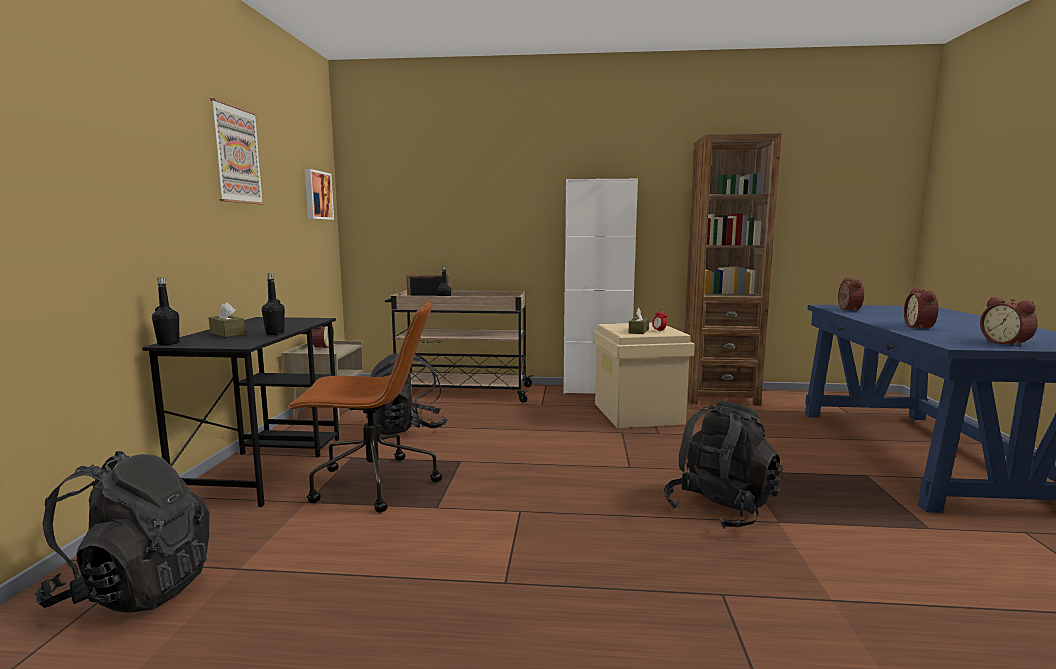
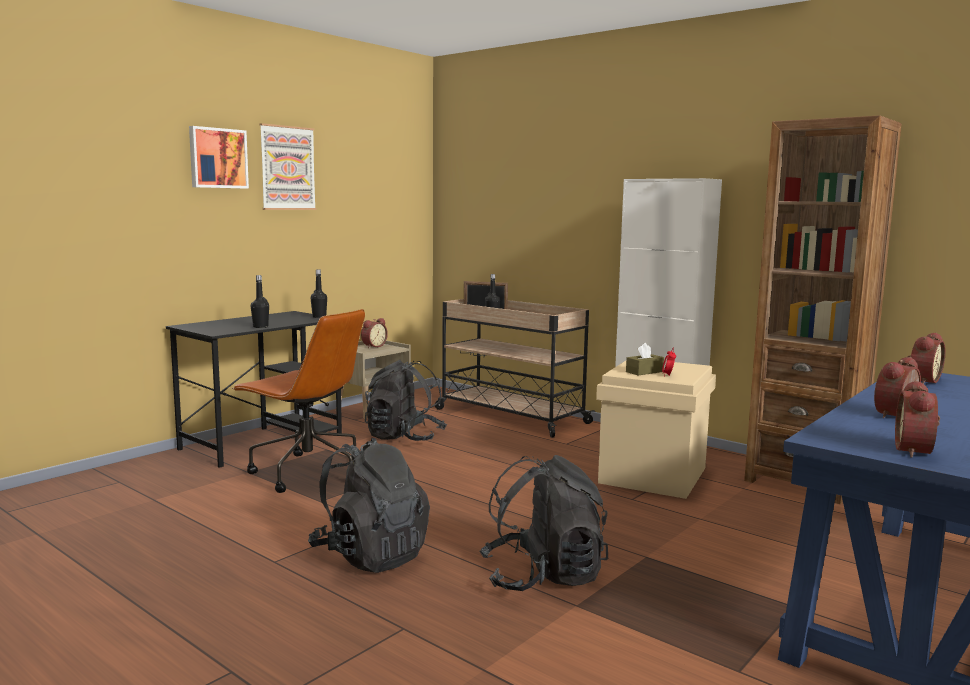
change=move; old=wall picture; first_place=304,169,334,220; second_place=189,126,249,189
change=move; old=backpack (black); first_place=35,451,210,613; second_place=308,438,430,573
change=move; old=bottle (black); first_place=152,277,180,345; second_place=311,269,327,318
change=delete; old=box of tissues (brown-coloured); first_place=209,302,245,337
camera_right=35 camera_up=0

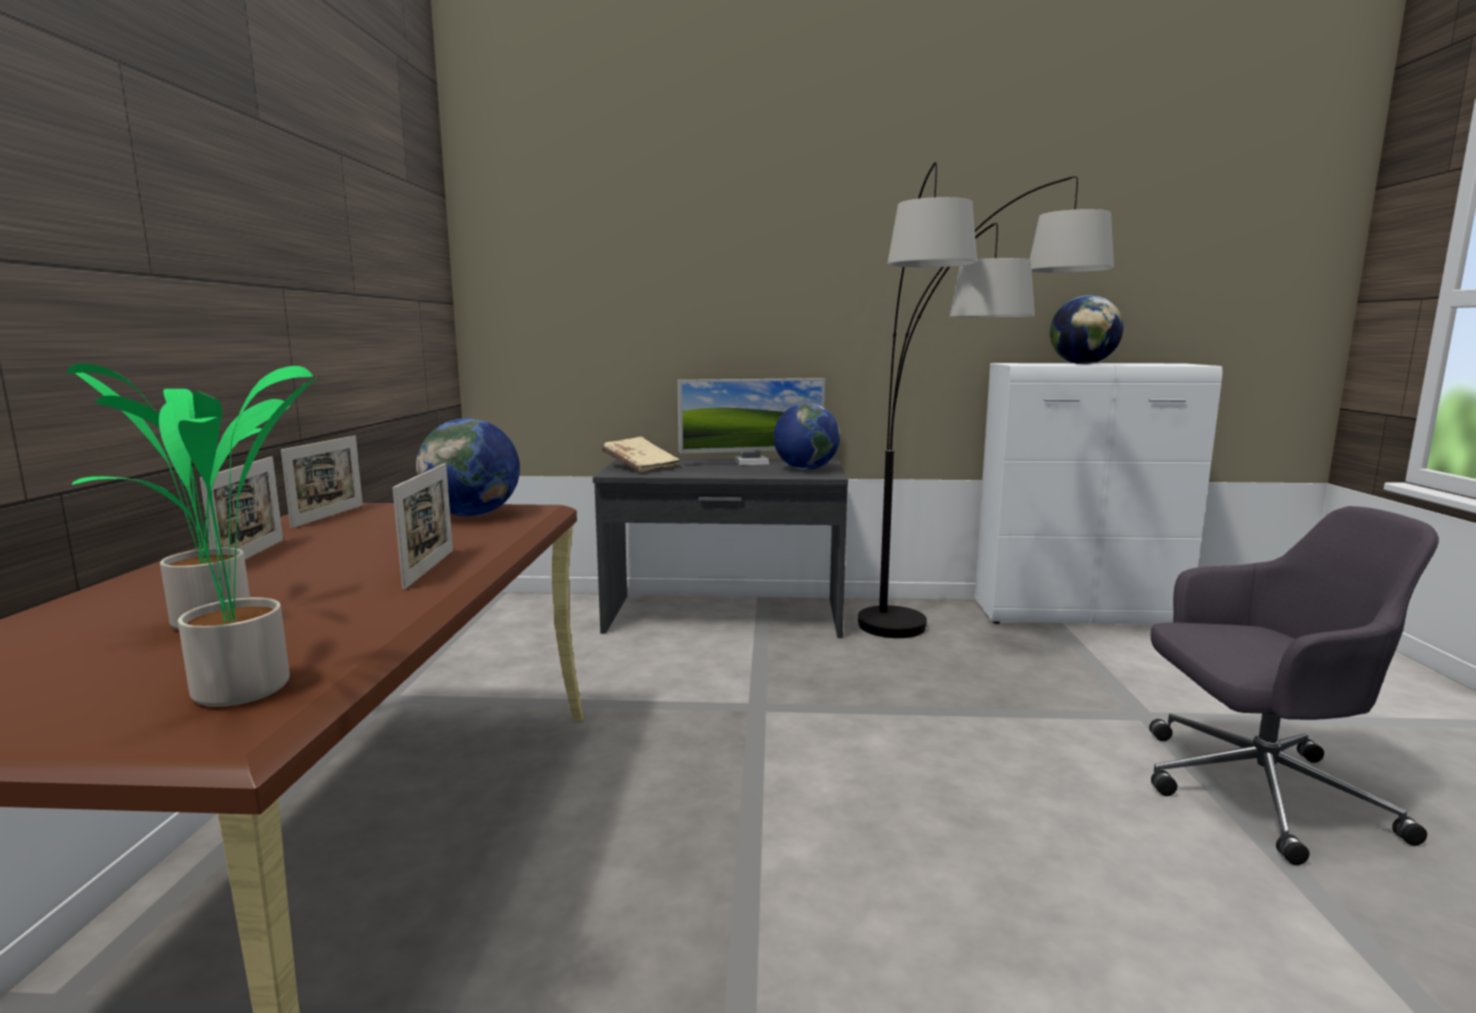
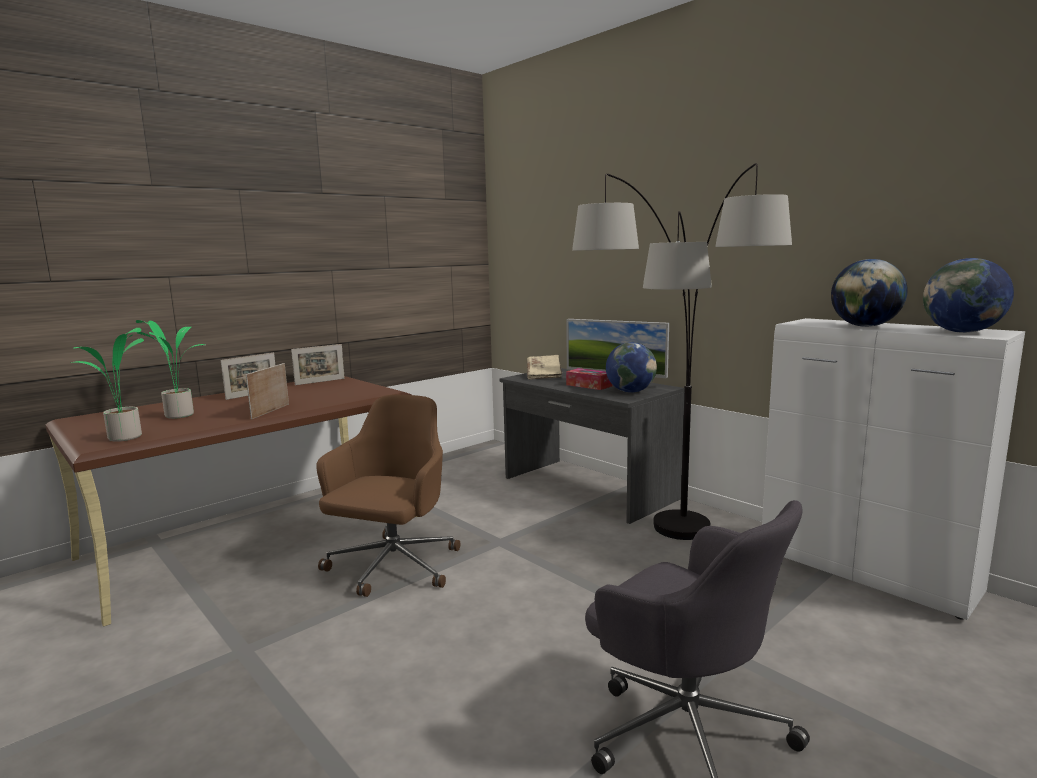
change=rotate; old=photo frame; first_place=393,463,453,590; second_place=246,363,289,419; degrees=150
change=insert; new=computer chair (brown-coloured); second_place=316,395,460,597
change=insert; new=box of tissues; second_place=566,368,613,390
change=move; old=world globe; first_place=416,418,520,517; second_place=923,258,1014,333
camera_right=45 camera_up=0

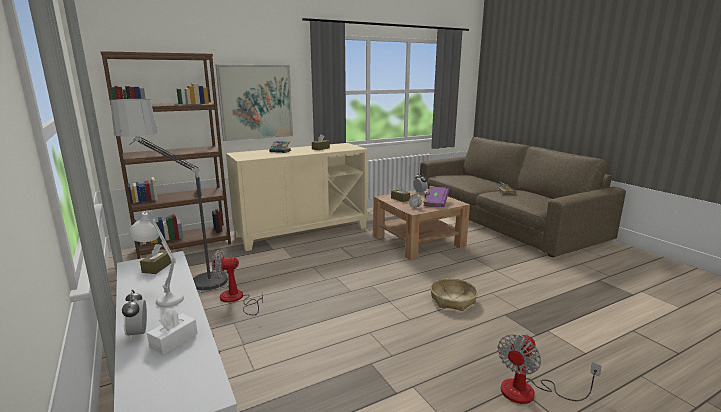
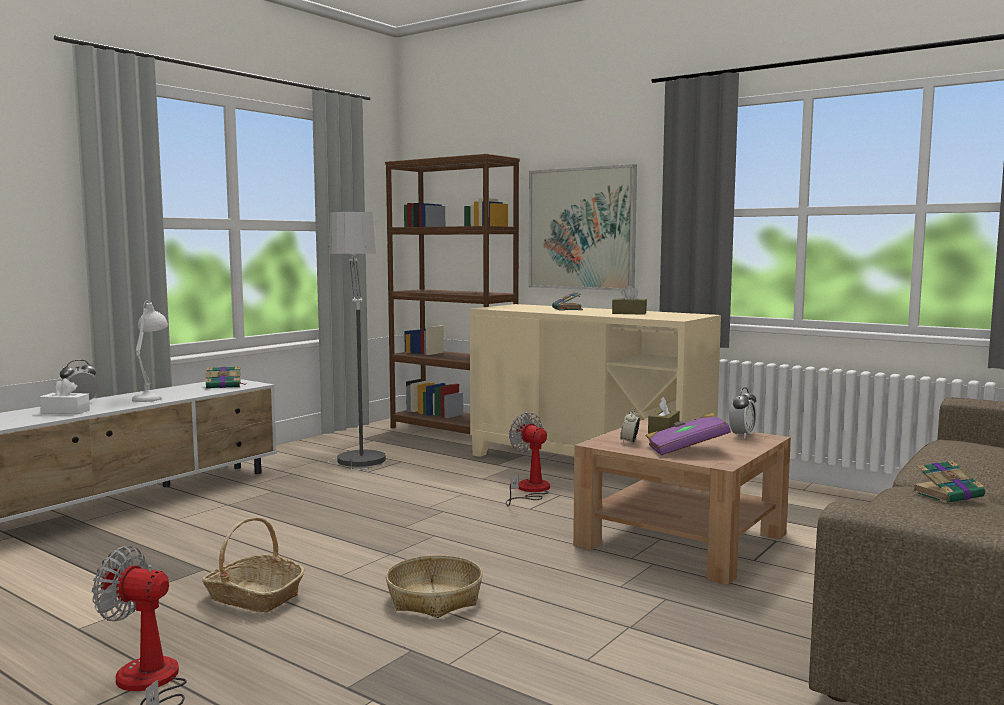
change=insert; new=household basket; second_place=202,517,305,613
change=replace; old=box of tissues (brown-coloured); new=book; first_place=140,244,172,274; second_place=205,366,247,389
change=move; old=fan; first_place=212,250,263,315; second_place=506,412,550,507
camera_right=65 camera_up=-10

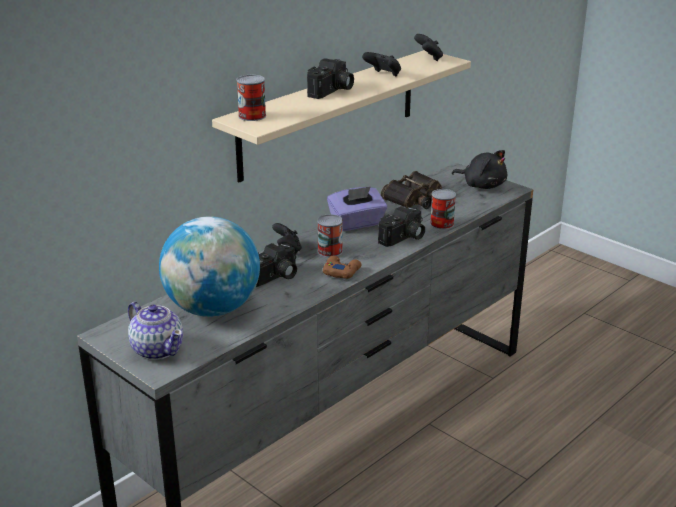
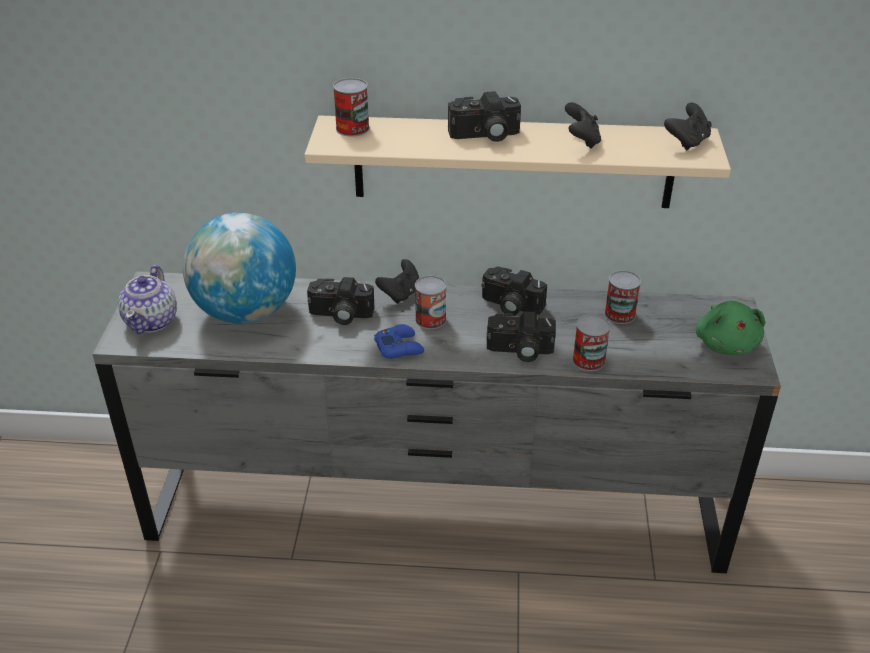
change=recolor; old=joypad (brown-coloured); new=joypad (blue-coloured); first_place=323,255,361,279; second_place=374,324,424,359
change=replace; old=box of tissues (purple); new=still camera; first_place=327,187,388,231; second_place=482,267,547,316
change=replace; old=binoculars; new=metal can; first_place=381,171,442,209; second_place=604,270,641,324
change=recolor; old=soft toy (black); new=soft toy (green-coloured); first_place=452,150,507,189; second_place=696,301,765,355
camera_right=50 camera_up=10

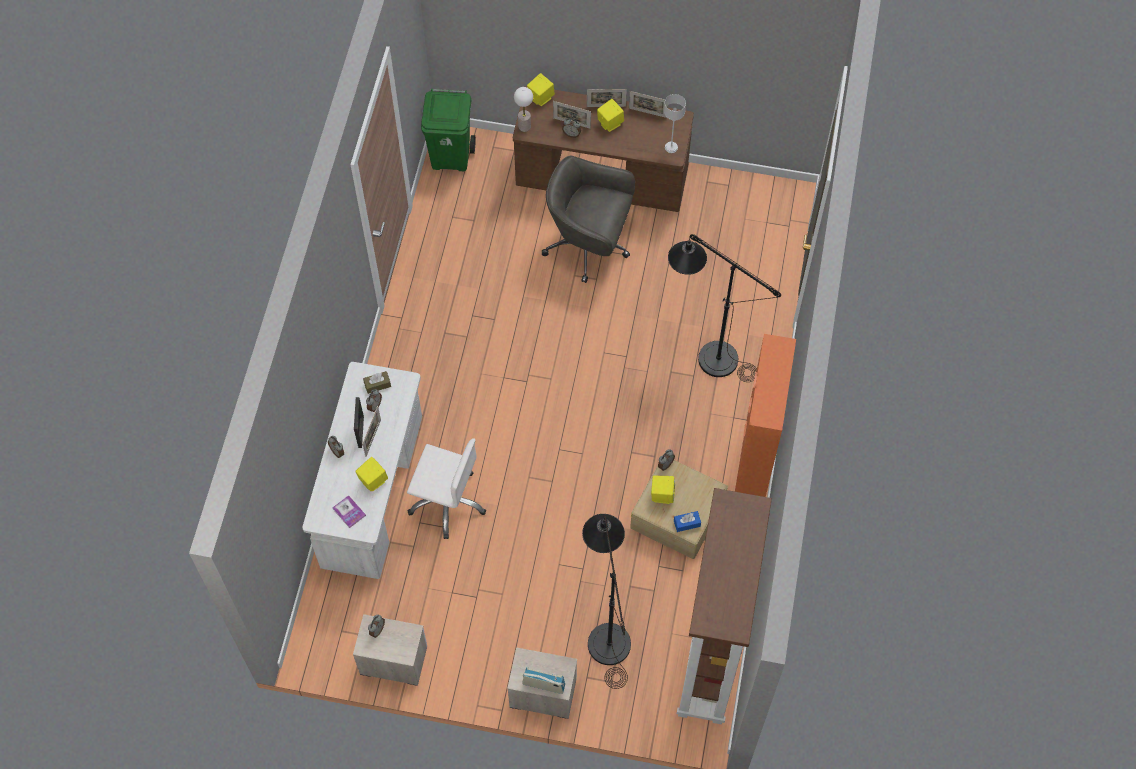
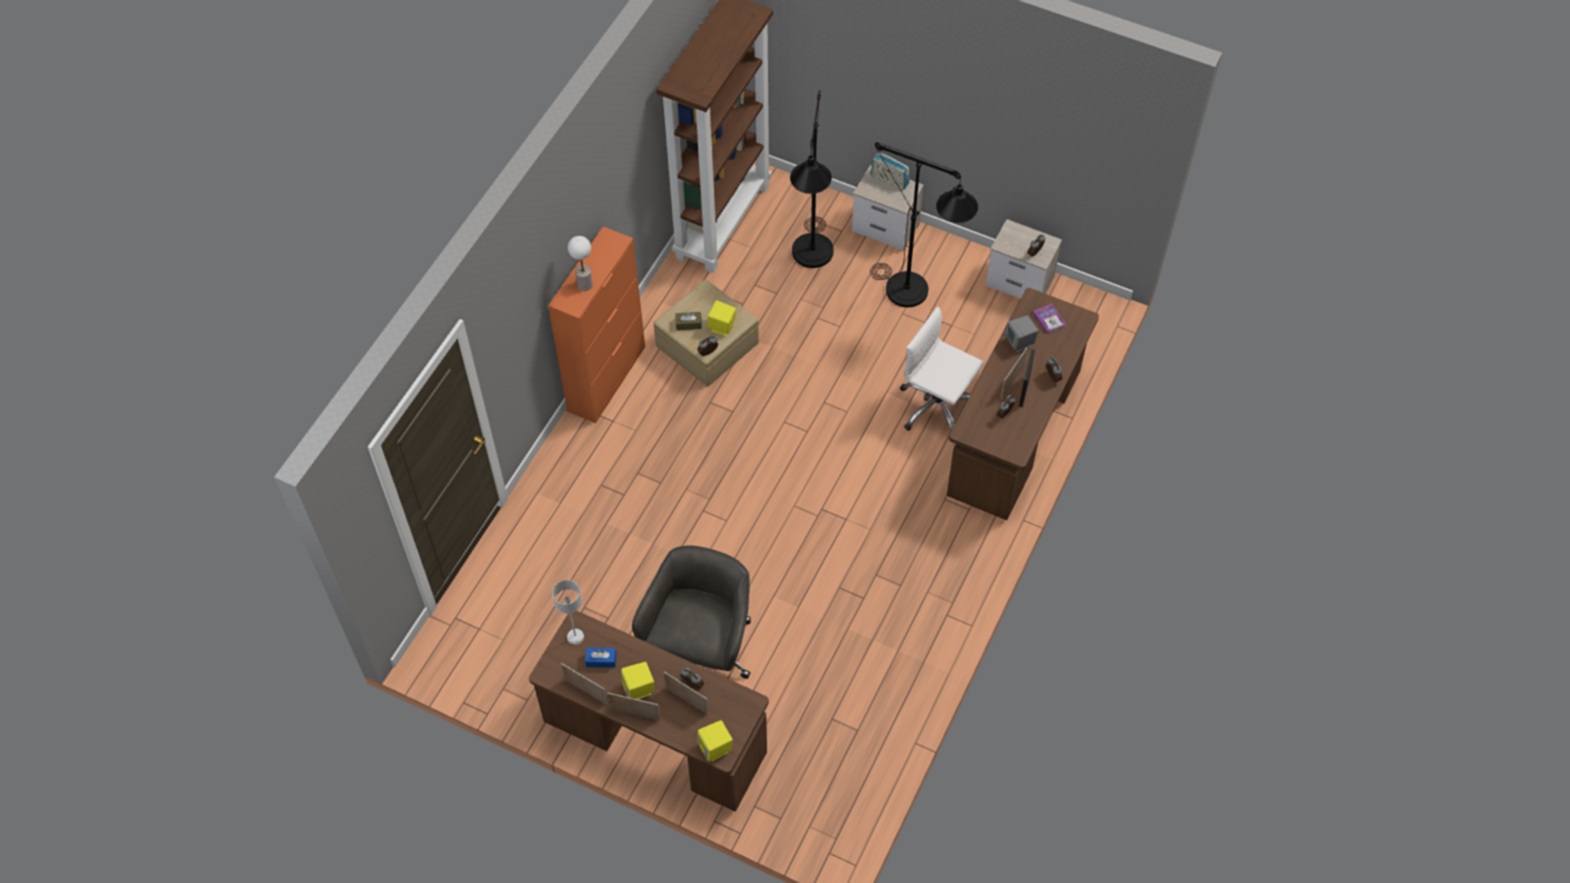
change=move; old=lamp for a table; first_place=514,87,533,132; second_place=568,236,593,291
change=move; old=box of tissues (blue-coloured); first_place=674,511,701,532; second_place=585,647,617,668
change=rotate; old=computer chair (greyish); first_place=542,156,635,283; second_place=632,545,751,679; degrees=-105
change=move; old=box of tissues (brown-coloured); first_place=363,371,391,394; second_place=675,312,702,330
change=move; old=floor lamp (black); first_place=668,234,781,382; second_place=870,142,978,307
change=recolor; old=desk table (white); new=desk table (brown-coloured); first_place=302,362,422,579; second_place=947,288,1099,520
change=recolor; old=loudspeaker (yellowish); new=loudspeaker (greyish); first_place=356,457,388,491; second_place=1004,315,1038,353
change=delete; old=trash can (green-coloured); first_place=421,89,475,171
camera_right=-165 camera_up=-5

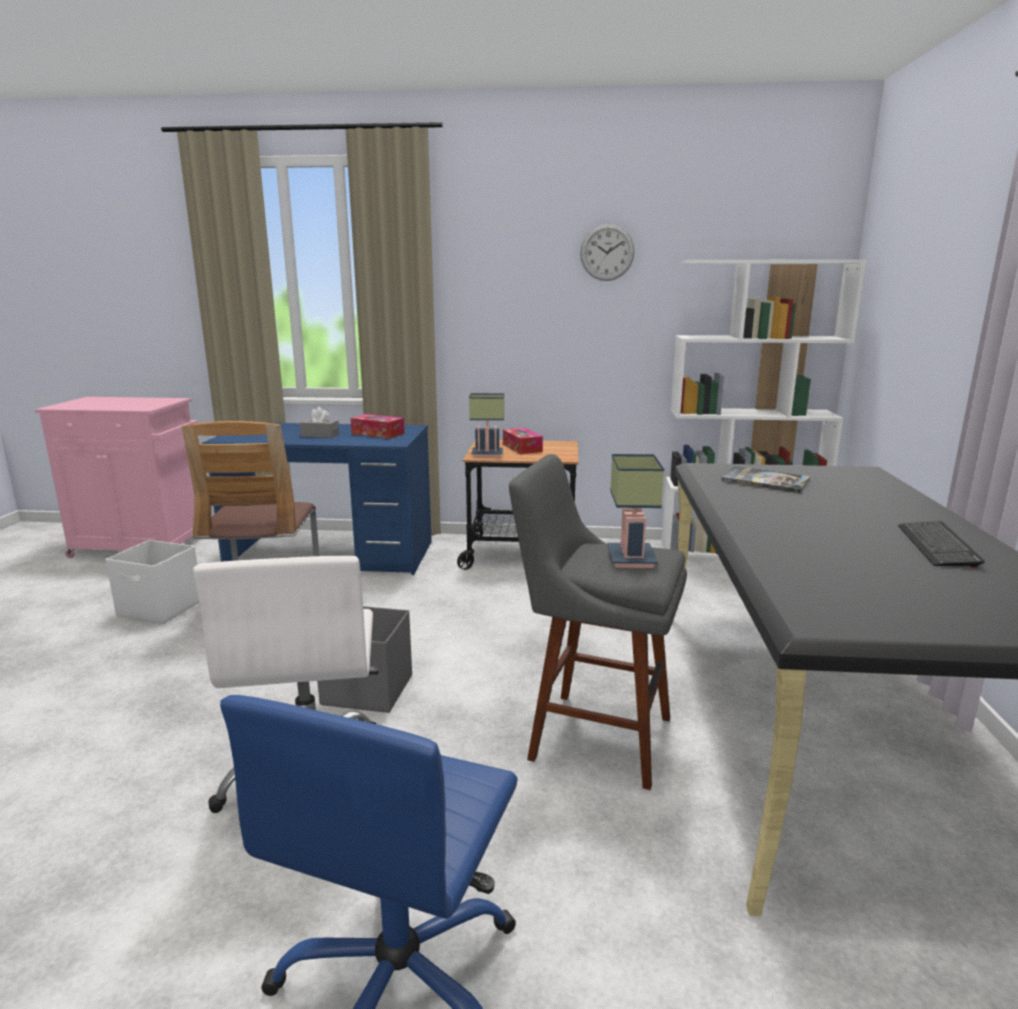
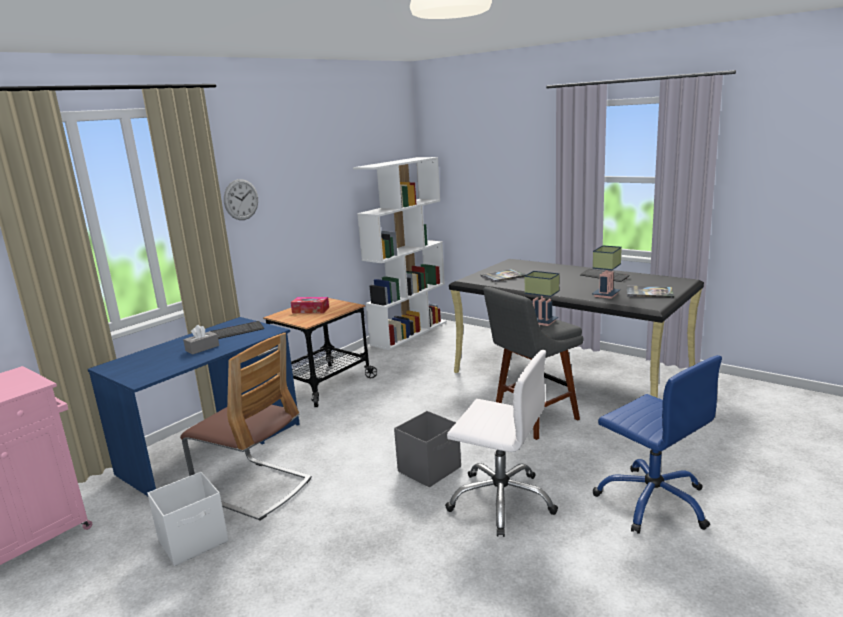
change=replace; old=box of tissues; new=keyboard; first_place=350,414,405,439; second_place=211,321,264,339
change=move; old=hanging clock; first_place=580,224,635,281; second_place=224,179,258,220
change=move; old=lamp for a table; first_place=469,393,504,457; second_place=592,245,622,299
change=insert; new=book; second_place=627,286,674,298
camera_right=-55 camera_up=0

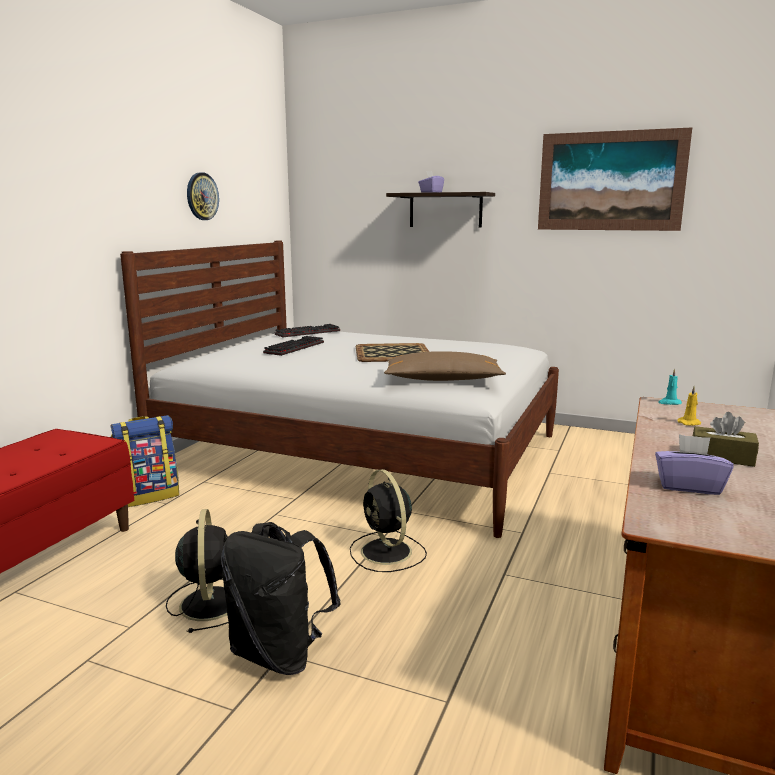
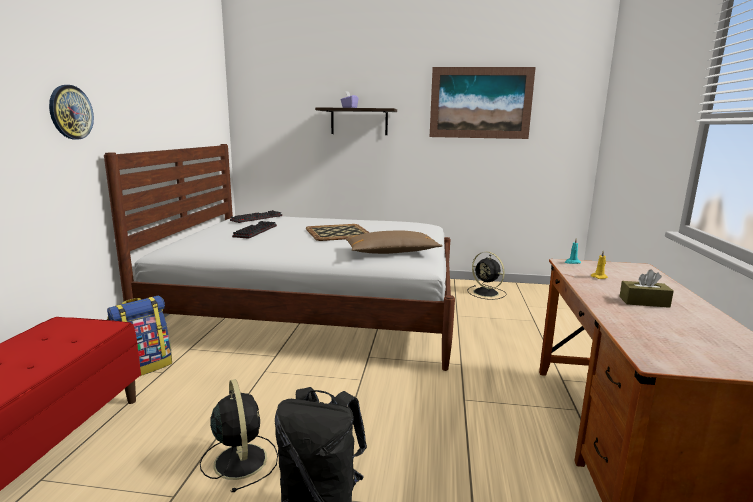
change=move; old=hanging clock; first_place=187,172,219,220; second_place=49,85,94,139
change=move; old=fan (black); first_place=350,469,427,572; second_place=467,252,506,300
change=delete; old=box of tissues (purple); first_place=655,434,734,495
camera_right=-15 camera_up=0

